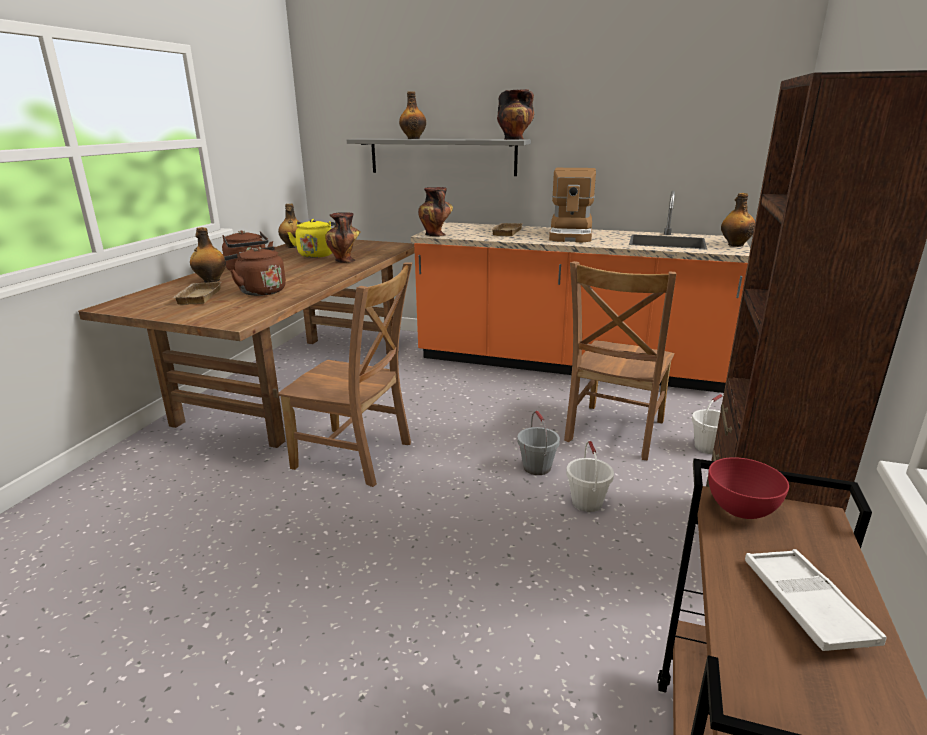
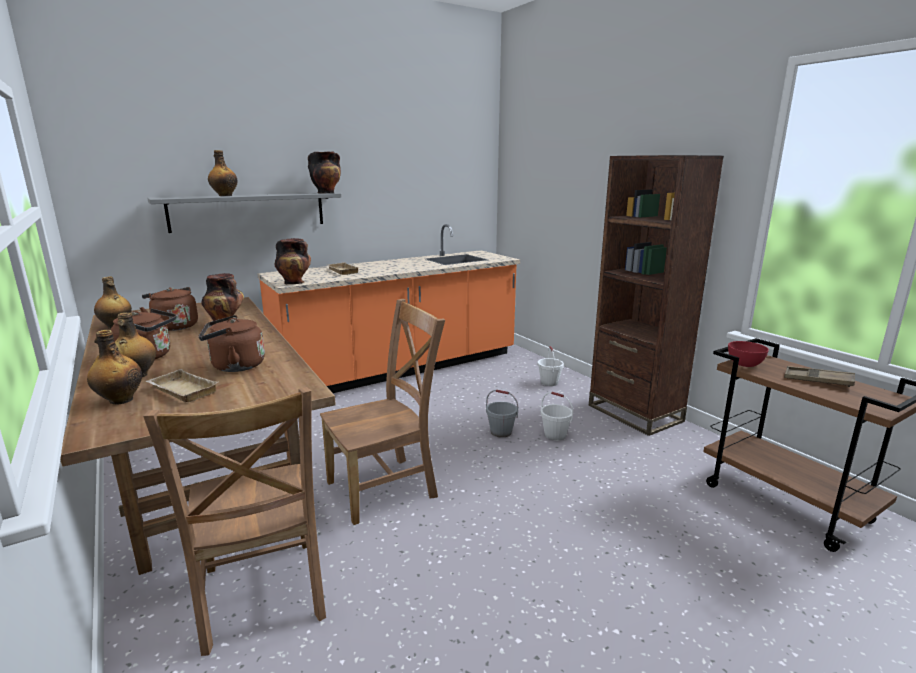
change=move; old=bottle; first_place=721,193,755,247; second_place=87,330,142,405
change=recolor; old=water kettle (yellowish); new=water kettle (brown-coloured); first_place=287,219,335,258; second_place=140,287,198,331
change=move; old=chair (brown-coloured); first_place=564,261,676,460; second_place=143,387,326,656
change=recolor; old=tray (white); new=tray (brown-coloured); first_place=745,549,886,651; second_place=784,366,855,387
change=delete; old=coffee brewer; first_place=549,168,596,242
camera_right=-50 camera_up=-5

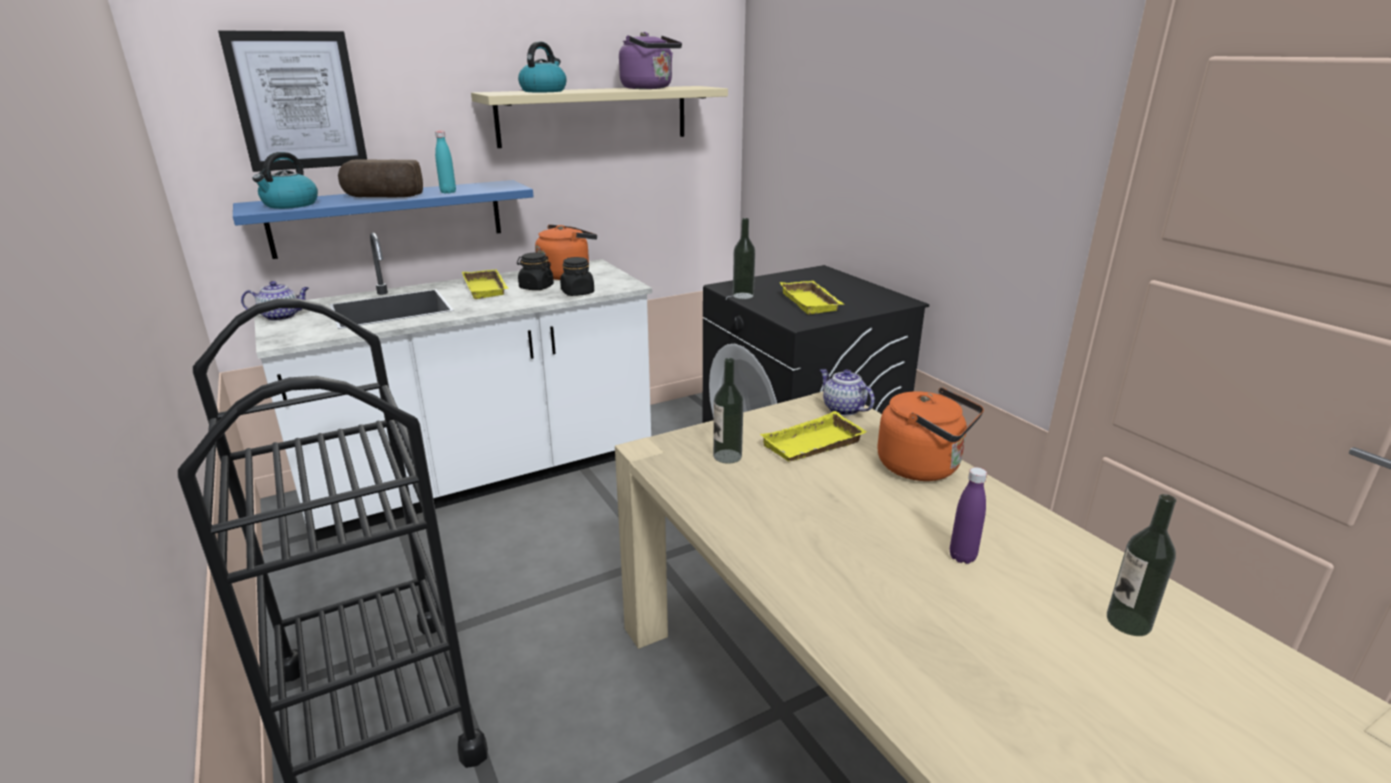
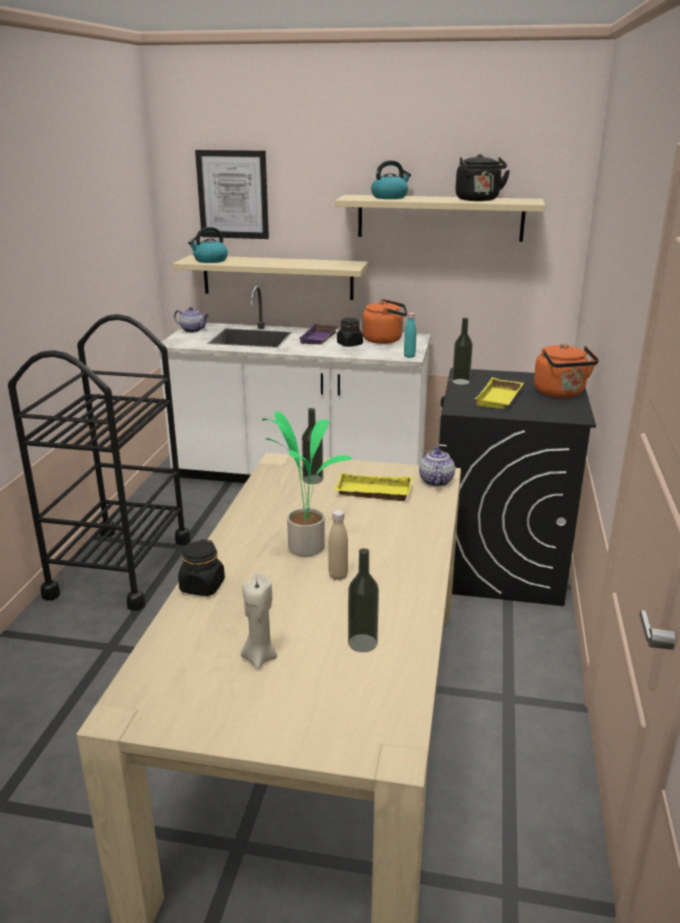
change=recolor; old=shelf (blue-coloured); new=shelf (beige); first_place=233,180,534,259; second_place=173,255,368,300
change=move; old=preserve jar (black); first_place=560,257,594,296; second_place=178,539,225,596
change=insert; new=candle (beige); second_place=241,573,277,669
change=insert; new=houseplant; second_place=262,411,353,556
change=recolor; old=tray (yellowish); new=tray (purple); first_place=462,269,509,299; second_place=299,323,338,345
change=recolor; old=bottle (purple); new=bottle (beige); first_place=950,467,987,564; second_place=329,510,348,580
change=move; old=bottle (turquoise); first_place=435,131,456,193; second_place=404,313,416,358
change=recolor; old=water kettle (purple); new=water kettle (black); first_place=619,32,682,89; second_place=456,154,510,201
change=move; old=water kettle (orange); first_place=877,387,984,481; second_place=534,344,599,398
change=delete; old=bread; first_place=338,159,423,197
camera_right=40 camera_up=0

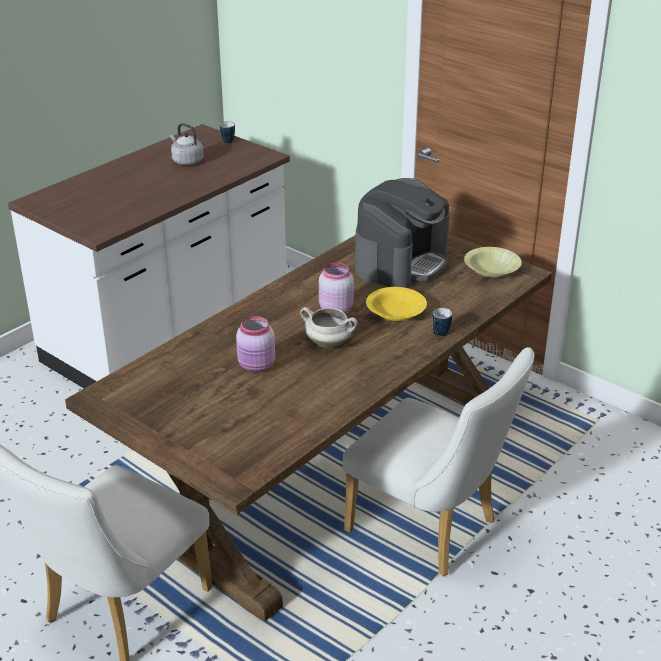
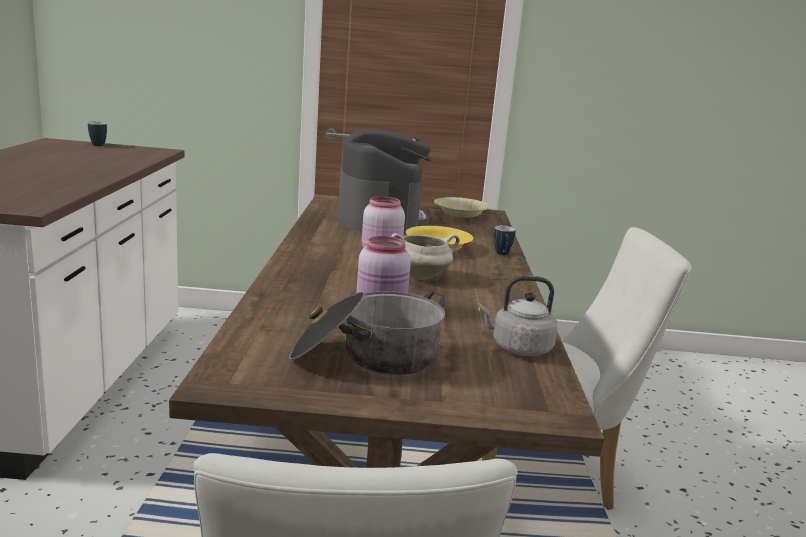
change=insert; new=cooking pot; second_place=289,291,445,375
change=move; old=water kettle (greyish); first_place=170,123,204,165; second_place=478,276,557,356
camera_right=-40 camera_up=-15

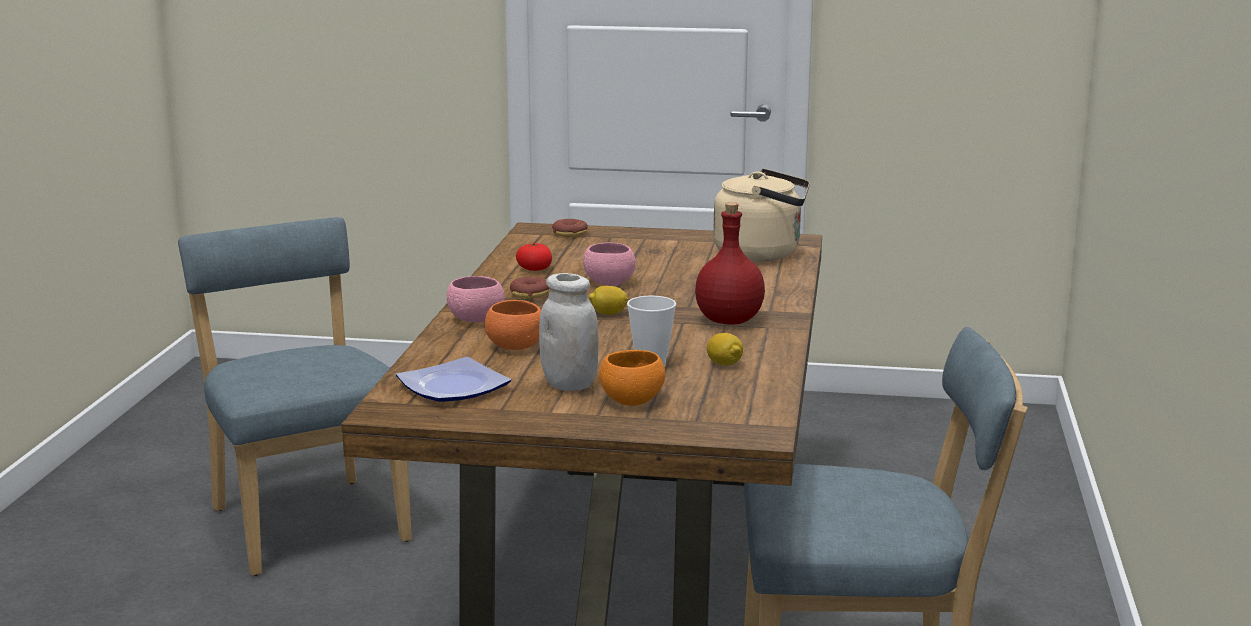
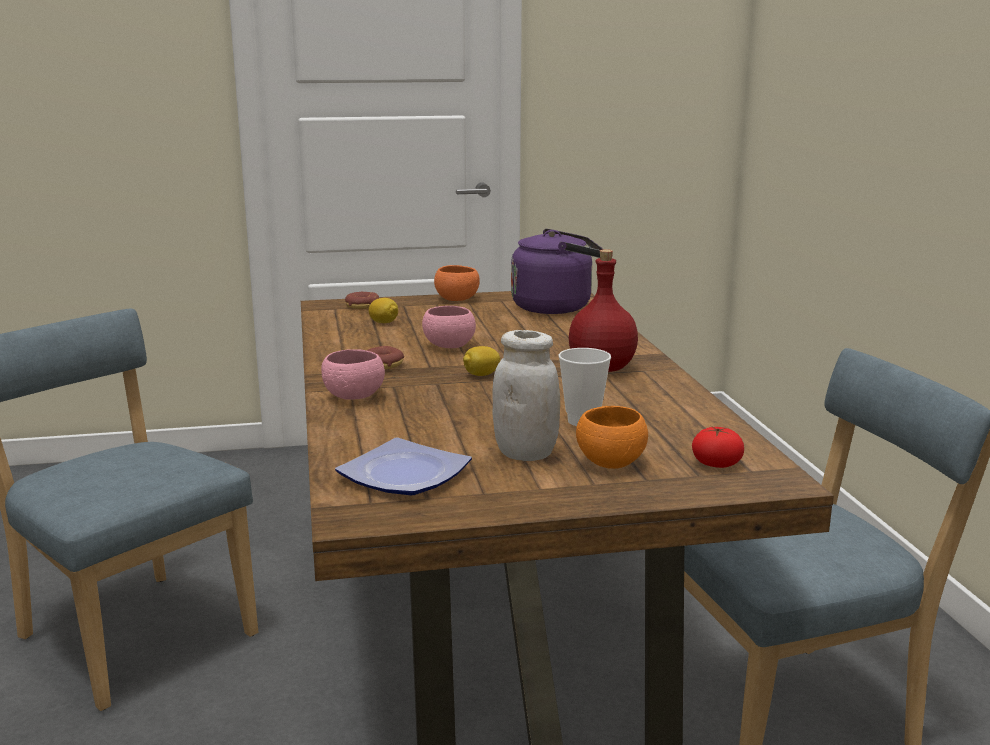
change=move; old=whole lemon; first_place=707,333,743,366; second_place=369,298,398,323
change=move; old=bowl (orange); first_place=485,300,541,350; second_place=434,265,480,301
change=recolor; old=water kettle (beige); new=water kettle (purple); first_place=713,169,810,261; second_place=511,229,603,314
change=move; old=fresh tomato; first_place=516,242,552,271; second_place=692,426,744,468
camera_right=-20 camera_up=0

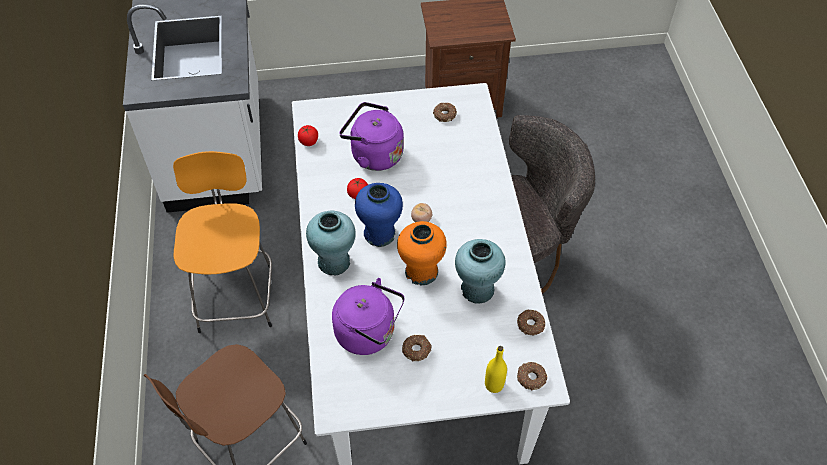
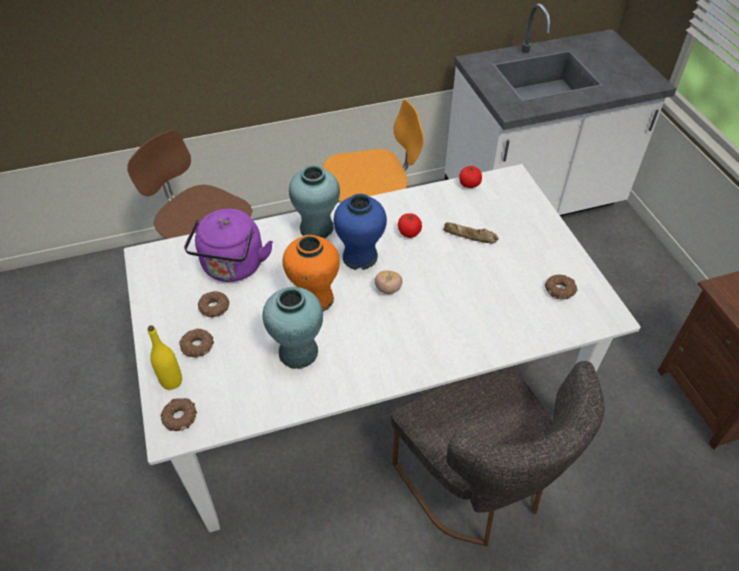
change=move; old=doughnut; first_place=517,310,545,336; second_place=179,328,214,358
change=replace; old=water kettle (purple); new=bread; first_place=339,102,404,171; second_place=443,222,499,244
camera_right=80 camera_up=-5

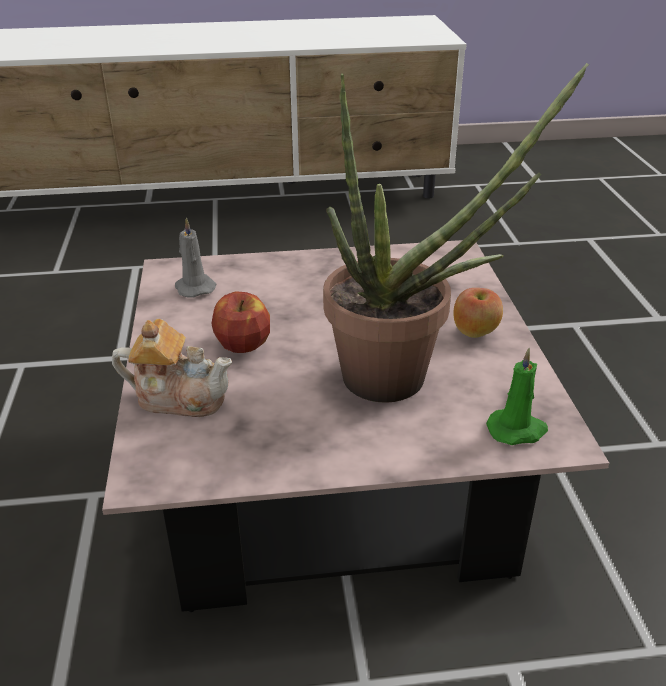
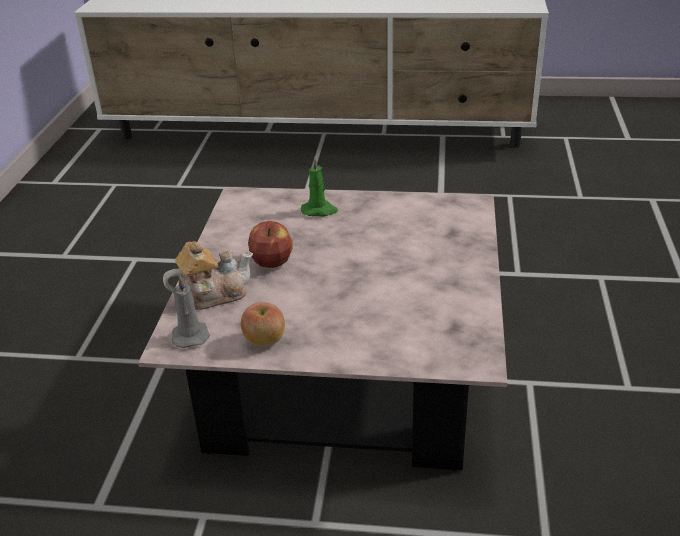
change=rotate; old=teapot; first_place=112,319,232,417; second_place=163,241,253,310; degrees=-45
change=move; old=candle (greyish); first_place=175,218,216,298; second_place=172,275,210,348
change=move; old=apple; first_place=453,288,503,338; second_place=241,302,285,347
change=move; old=candle (green-coloured); first_place=486,348,548,445; second_place=301,157,338,217
change=delete; old=houseplant; first_place=323,63,589,403
camera_right=15 camera_up=0

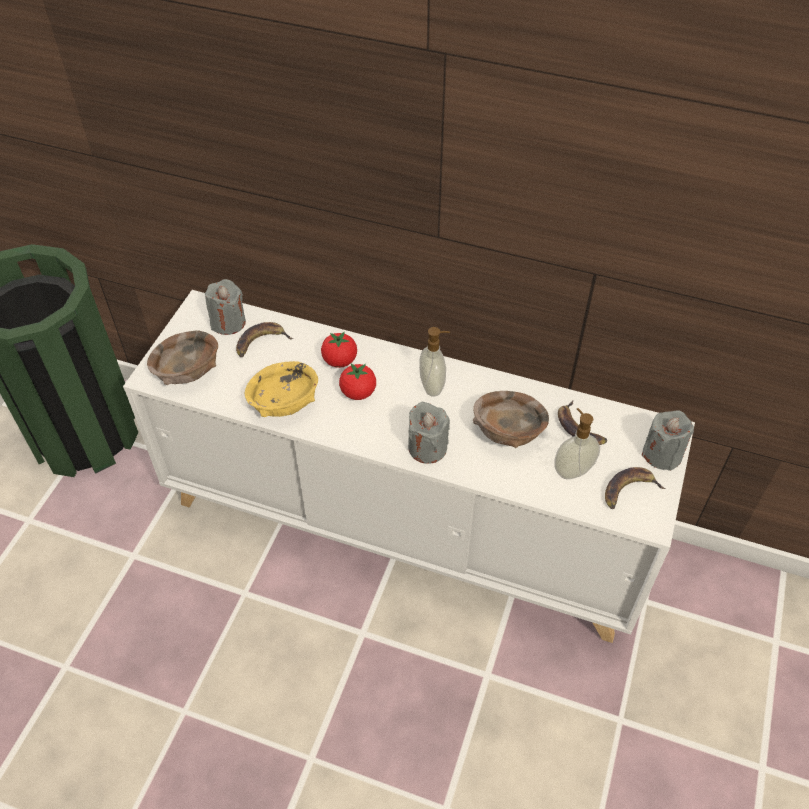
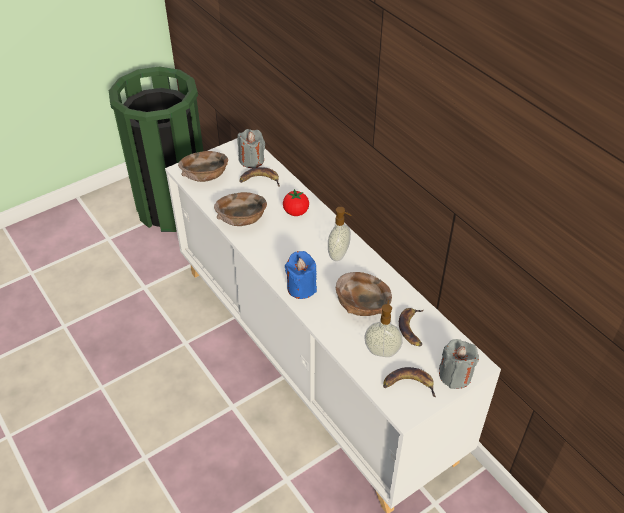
change=recolor; old=bowl (yellowish); new=bowl (brown-coloured); first_place=245,361,318,417; second_place=214,192,267,226
change=recolor; old=candle (greyish); new=candle (blue-coloured); first_place=408,402,450,464; second_place=285,251,317,299
change=delete; old=fresh tomato; first_place=339,363,376,400
camera_right=35 camera_up=-5

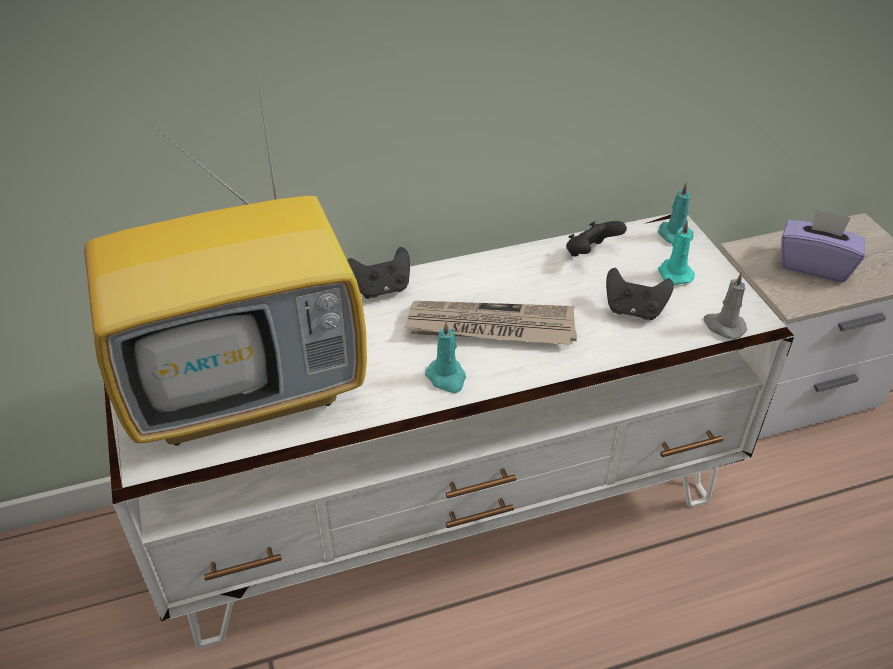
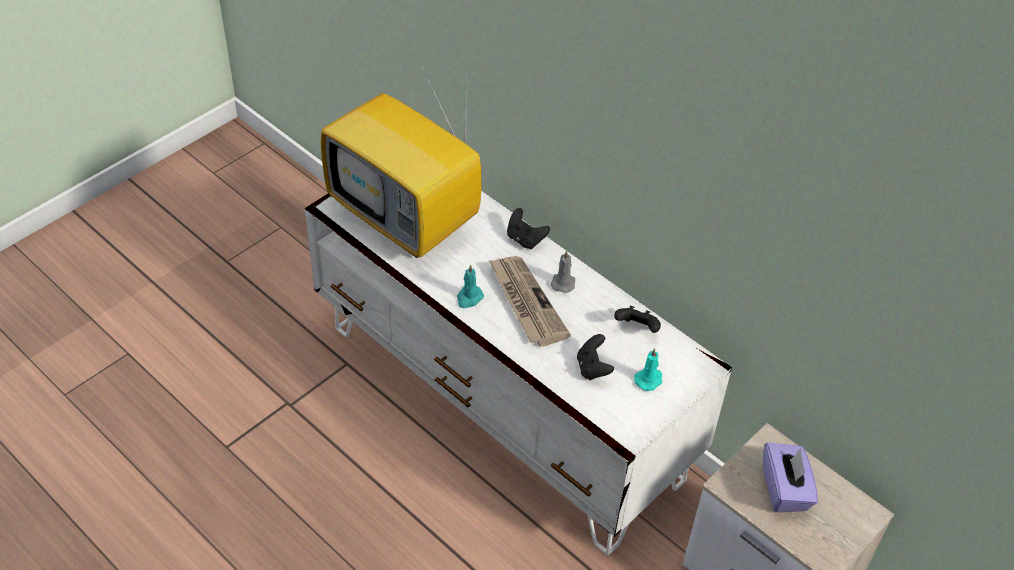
change=move; old=candle (greyish); first_place=703,272,747,339; second_place=551,250,575,293
change=delete; old=candle (turquoise); first_place=658,182,694,244
camera_right=60 camera_up=5

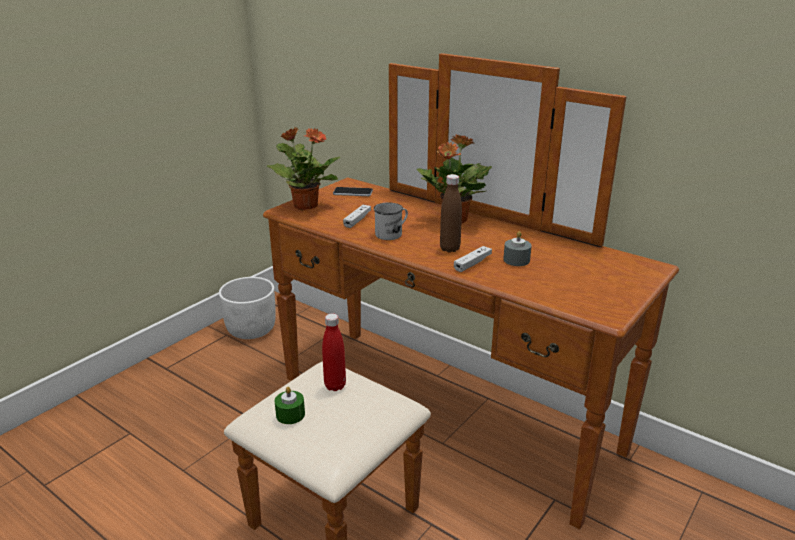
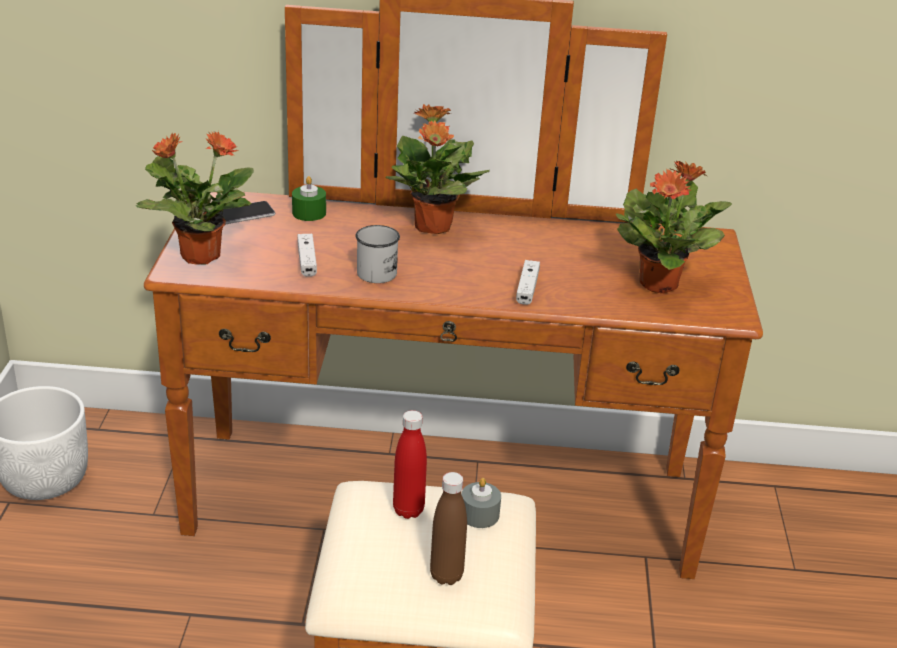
change=move; old=candle (green-coloured); first_place=275,387,305,424; second_place=292,176,326,221
change=move; old=bottle (brown-coloured); first_place=440,174,462,252; second_place=430,472,467,585
change=move; old=candle (greyish); first_place=503,231,532,266; second_place=462,478,501,528
change=insert; new=houseplant; second_place=616,161,732,294
camera_right=-35 camera_up=5

